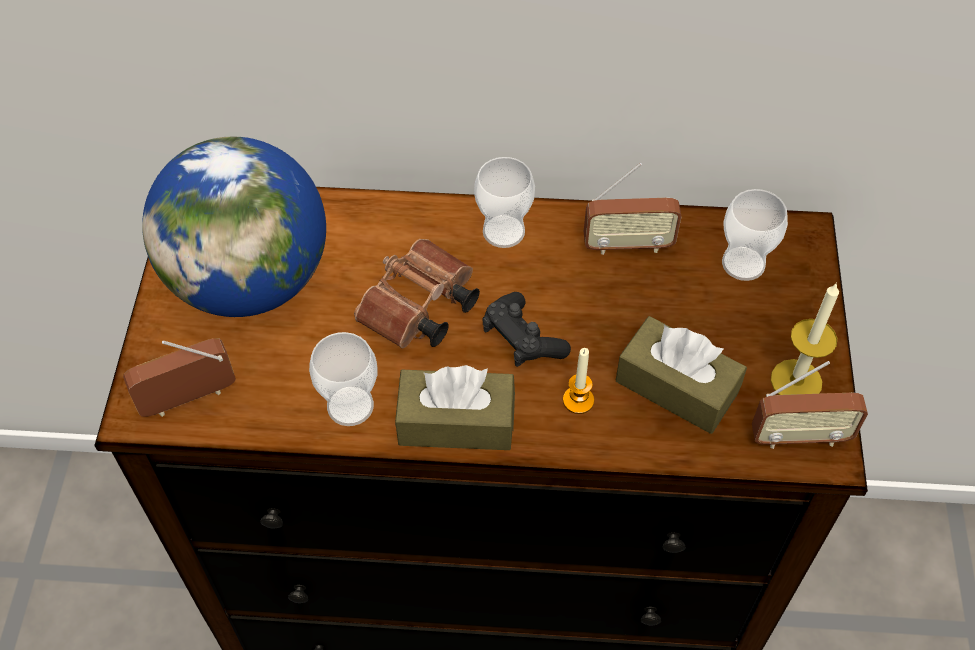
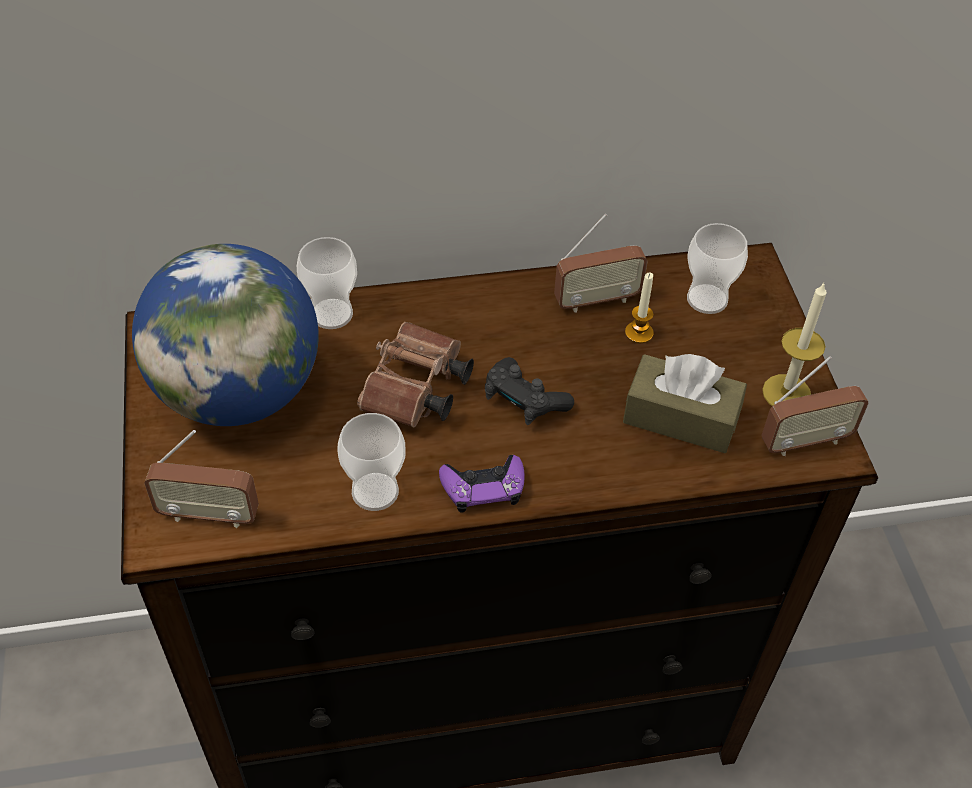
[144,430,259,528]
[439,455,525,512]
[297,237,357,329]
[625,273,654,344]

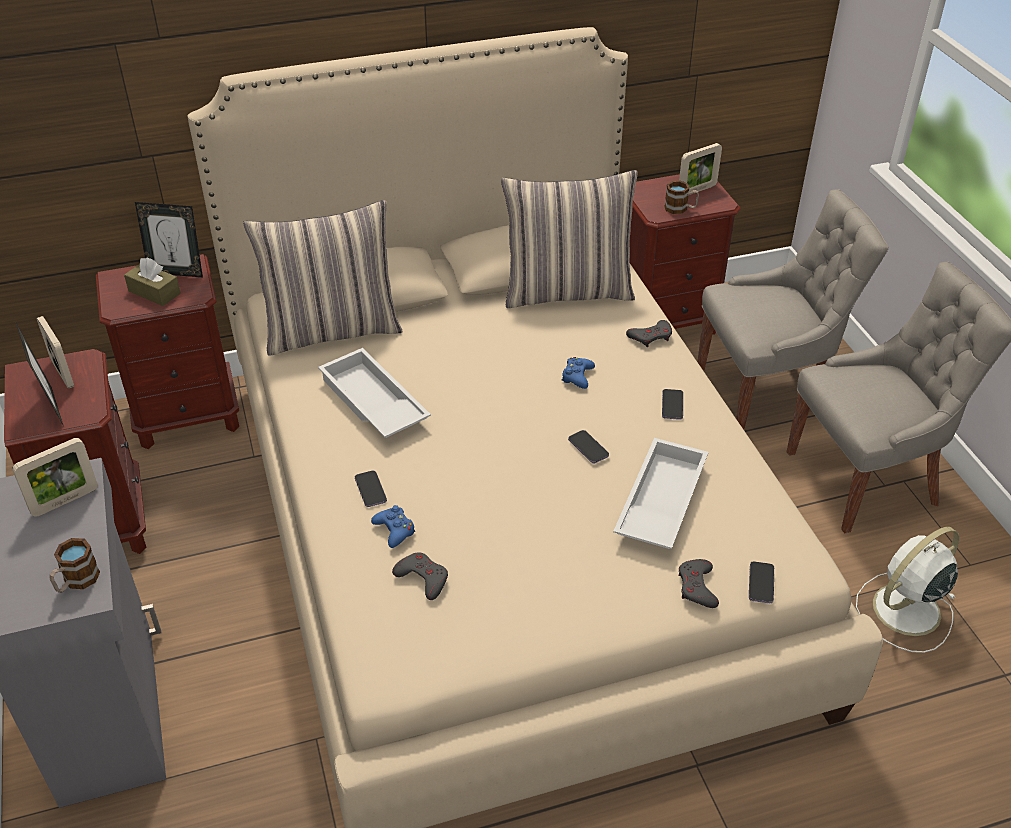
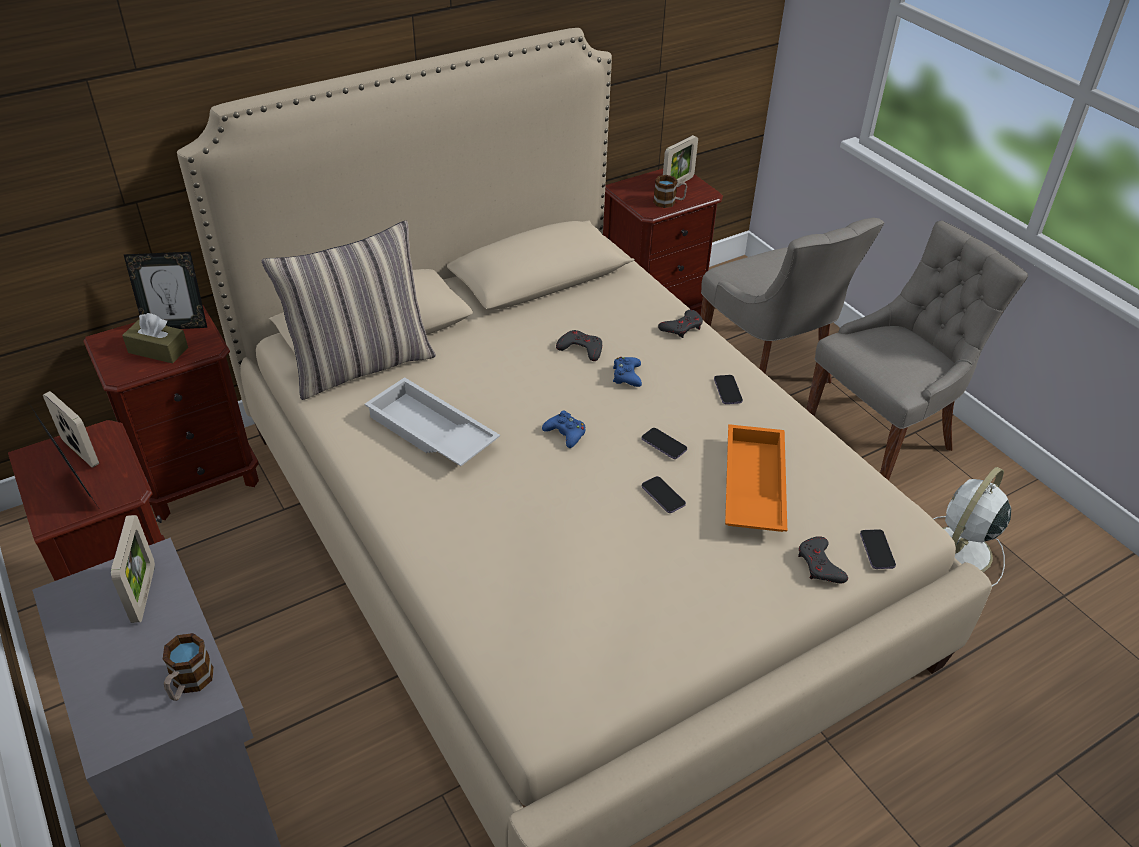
[111,515,155,623]
[642,476,686,513]
[542,410,586,448]
[556,330,602,361]
[501,170,637,308] (first image)
[725,424,787,532]
[700,218,884,383]

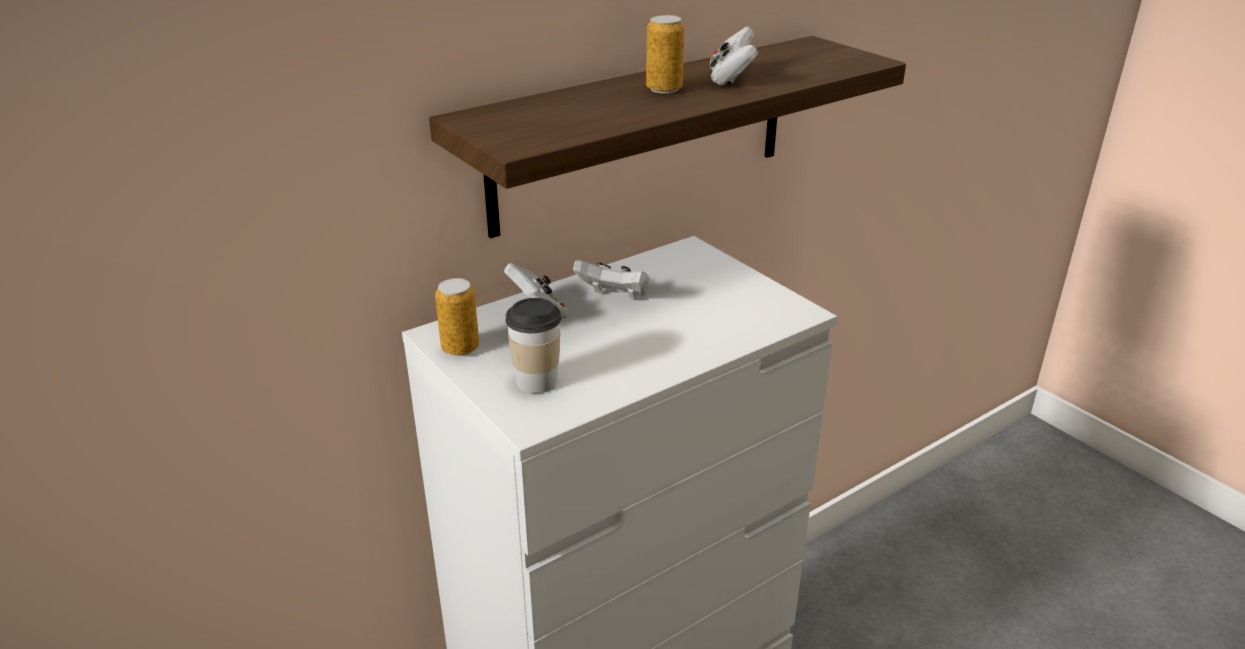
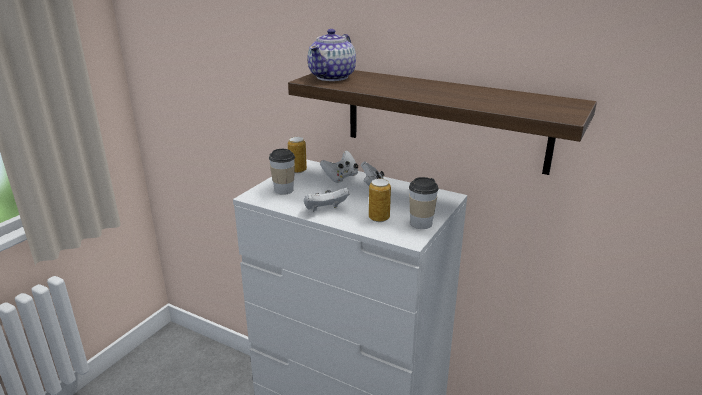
[369,178,391,222]
[304,188,350,212]
[307,29,356,81]
[409,177,439,229]

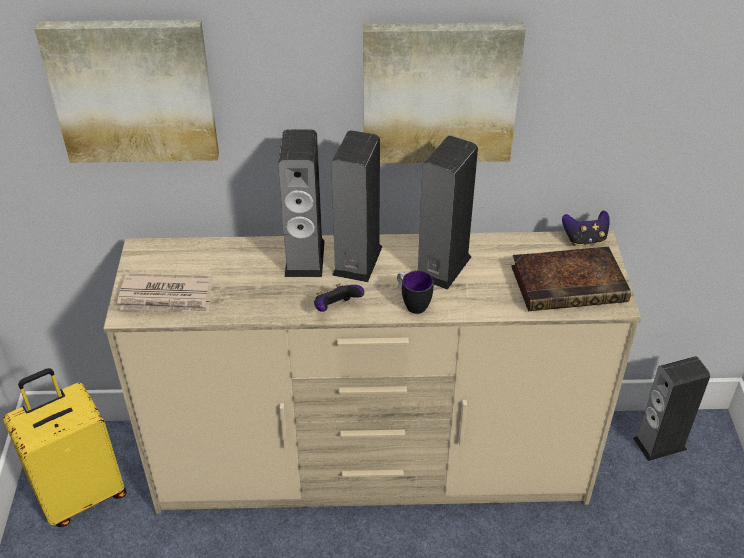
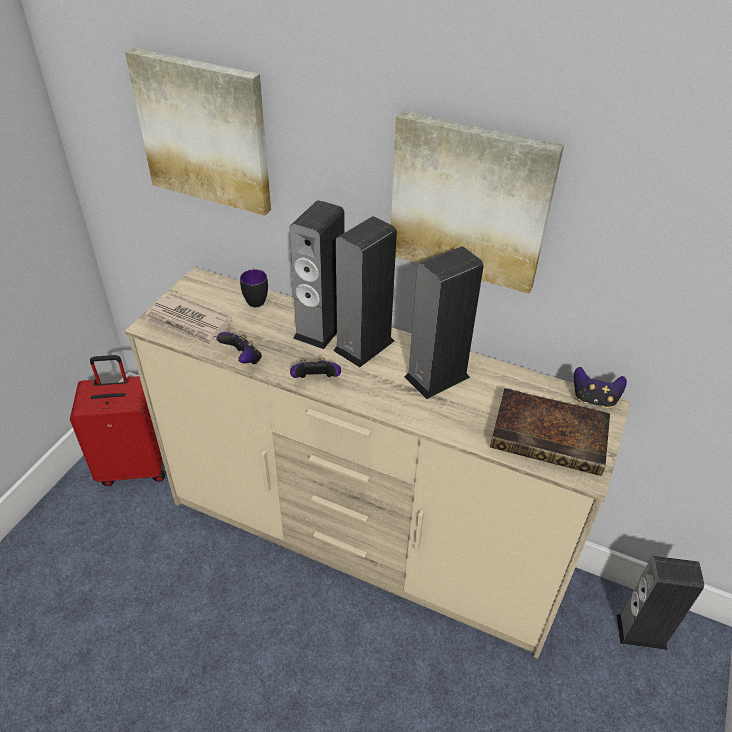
[70,355,165,486]
[240,269,268,307]
[217,332,262,364]

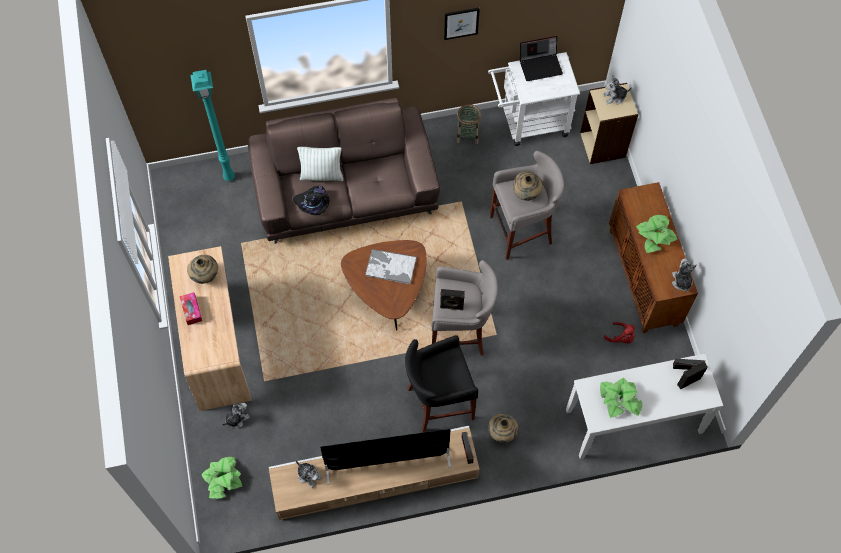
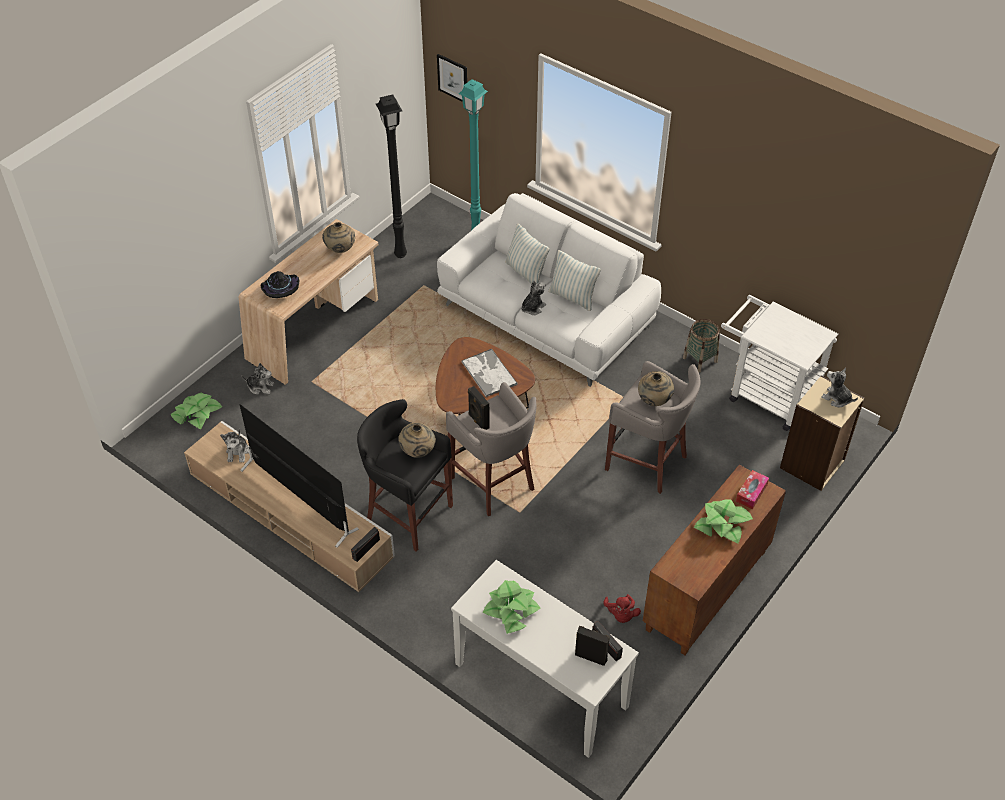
[736,470,769,509]
[437,193,661,387]
[261,271,299,298]
[437,54,467,102]
[398,423,436,458]
[520,36,563,81] (first image)
[521,281,546,315]
[376,95,407,258]
[548,250,601,311]

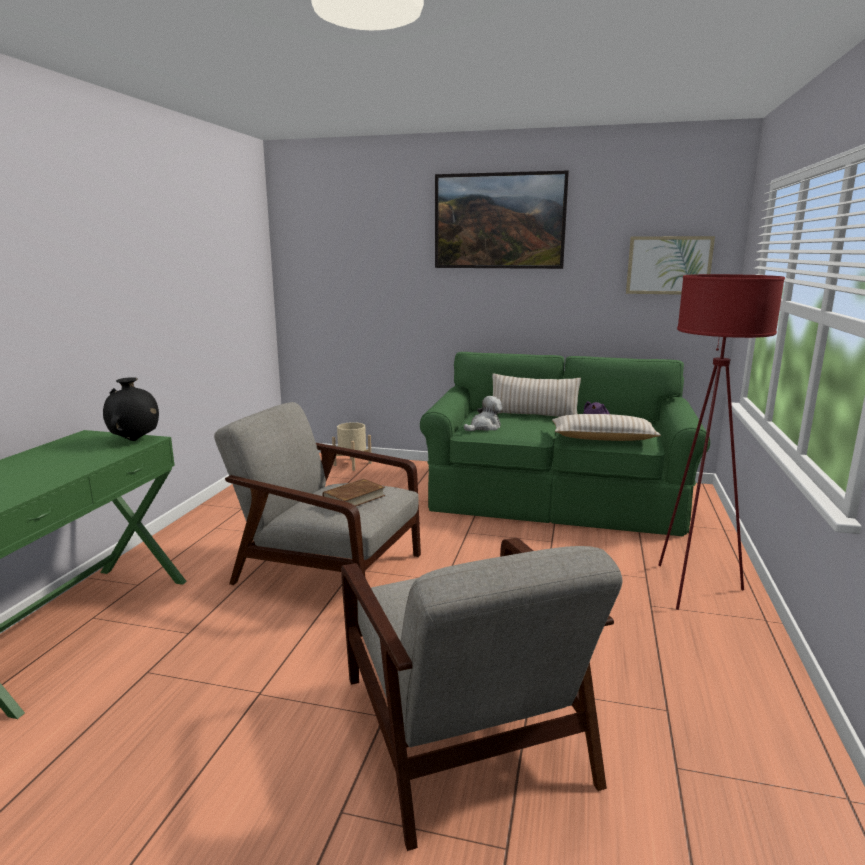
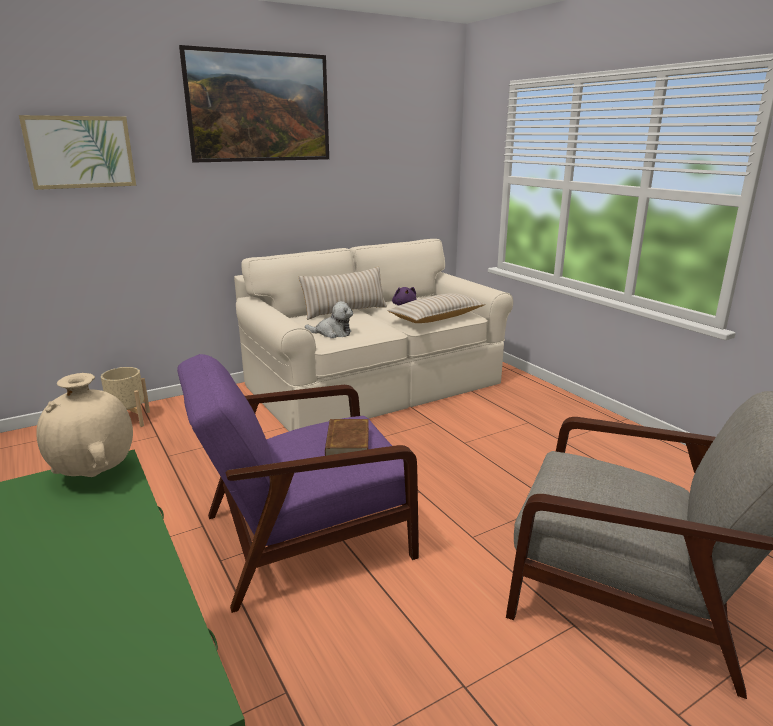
[36,373,133,477]
[177,354,419,613]
[234,239,513,431]
[305,301,353,338]
[19,115,136,190]
[659,274,785,610] (first image)

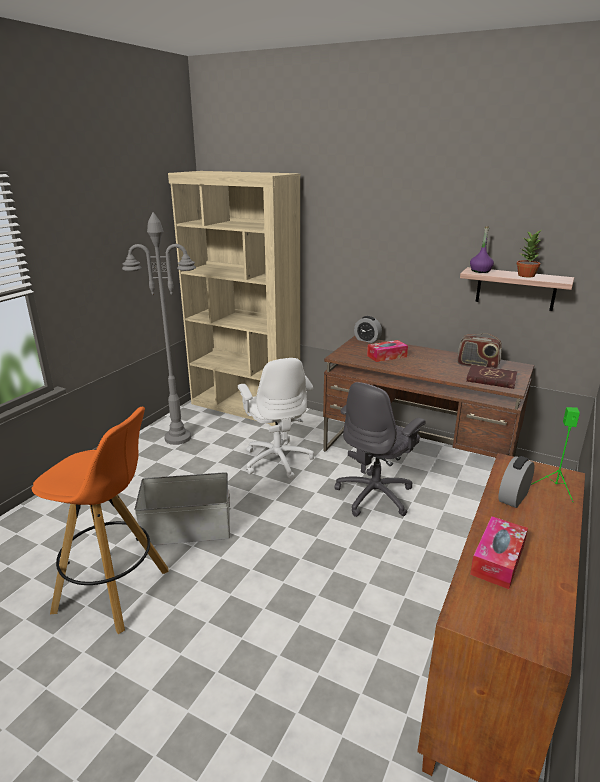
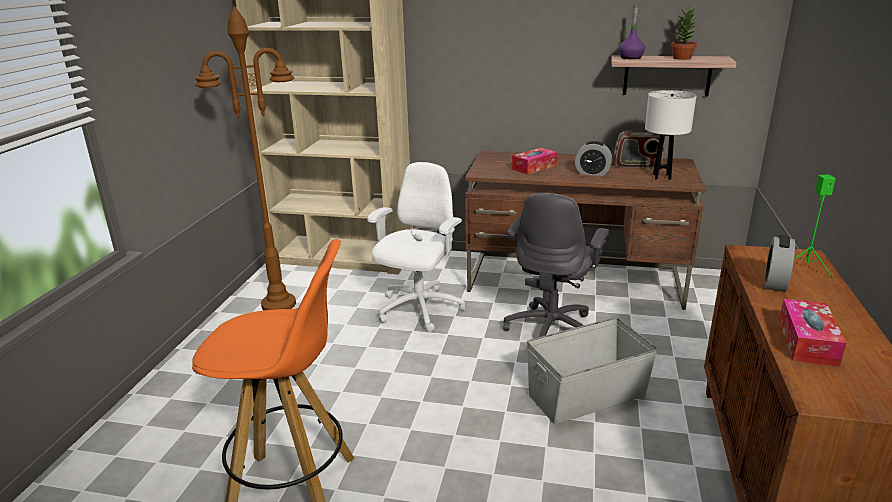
[195,6,296,311]
[527,318,658,424]
[367,162,465,332]
[575,141,612,176]
[645,90,696,180]

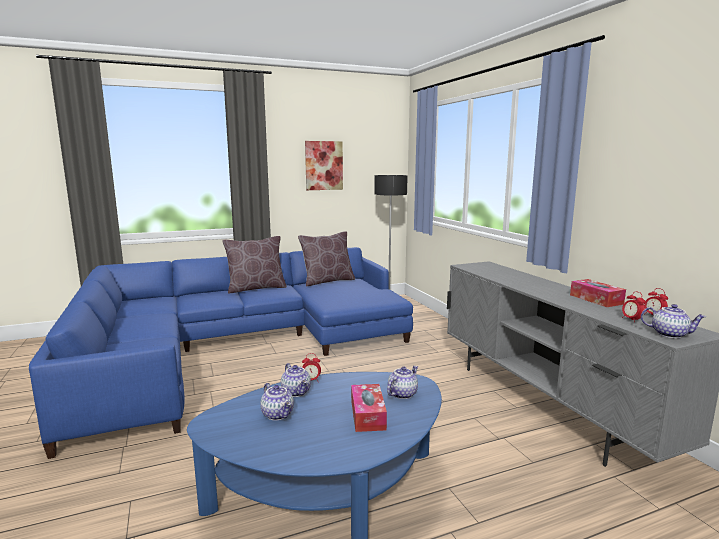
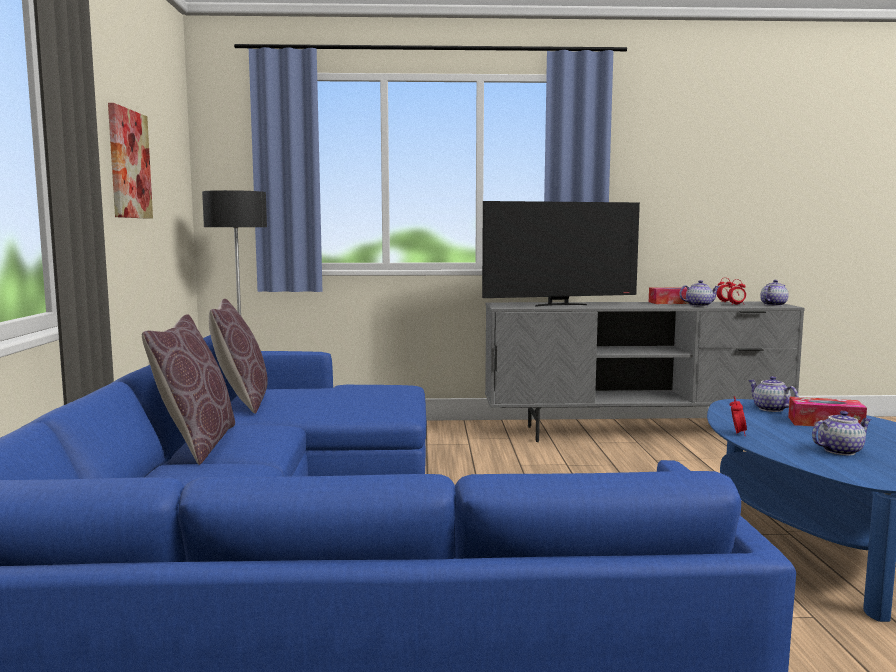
[679,280,719,307]
[482,201,640,307]

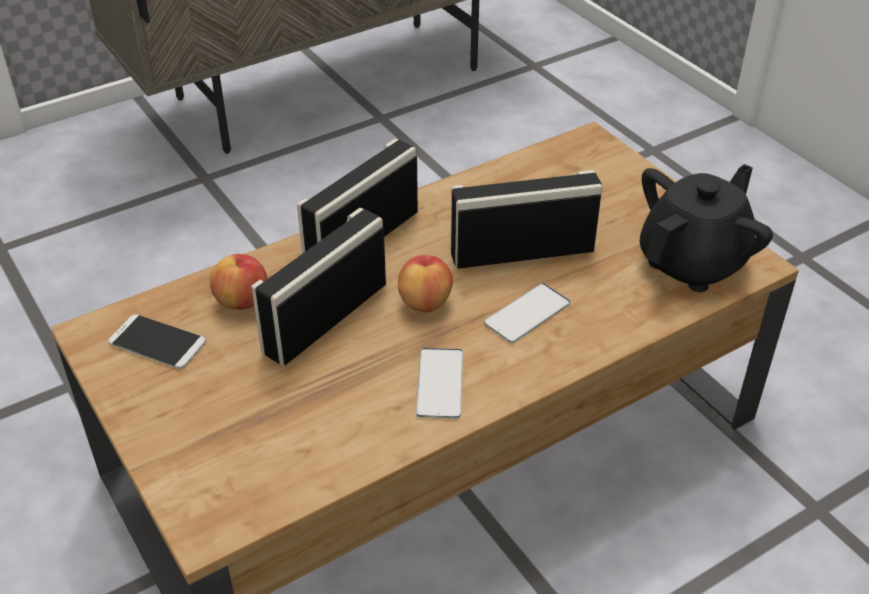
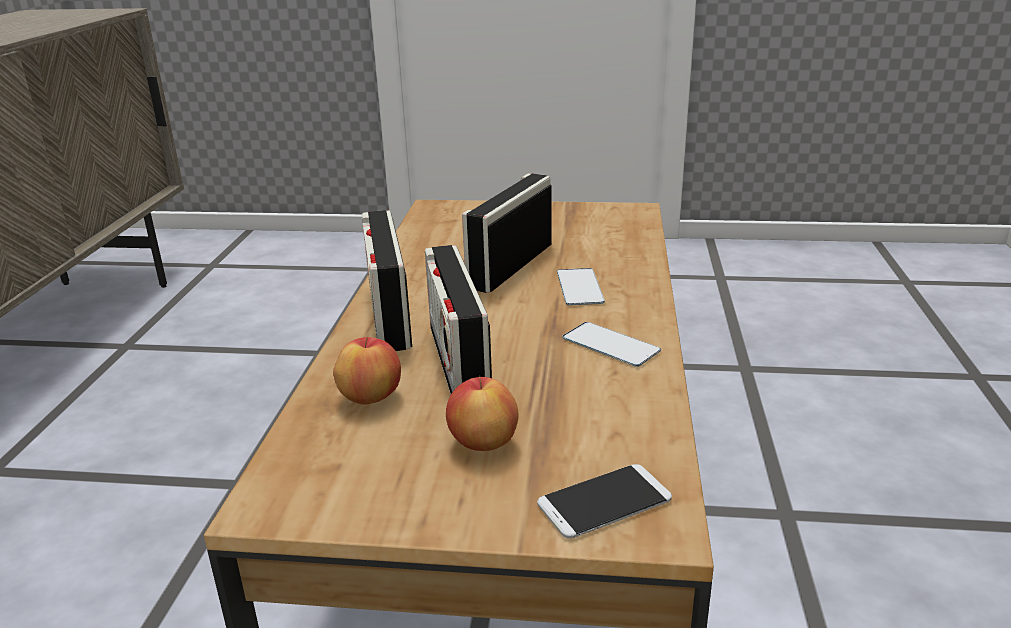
[537,464,672,539]
[446,376,518,451]
[640,164,773,292] (first image)

